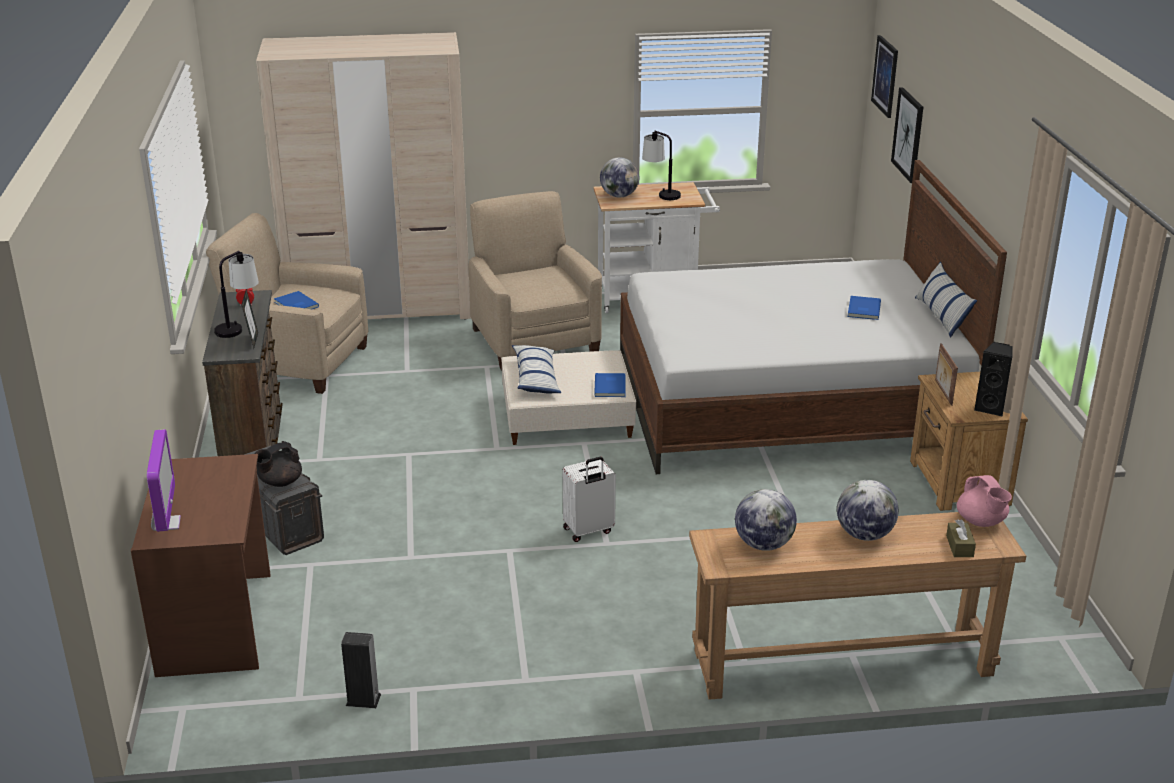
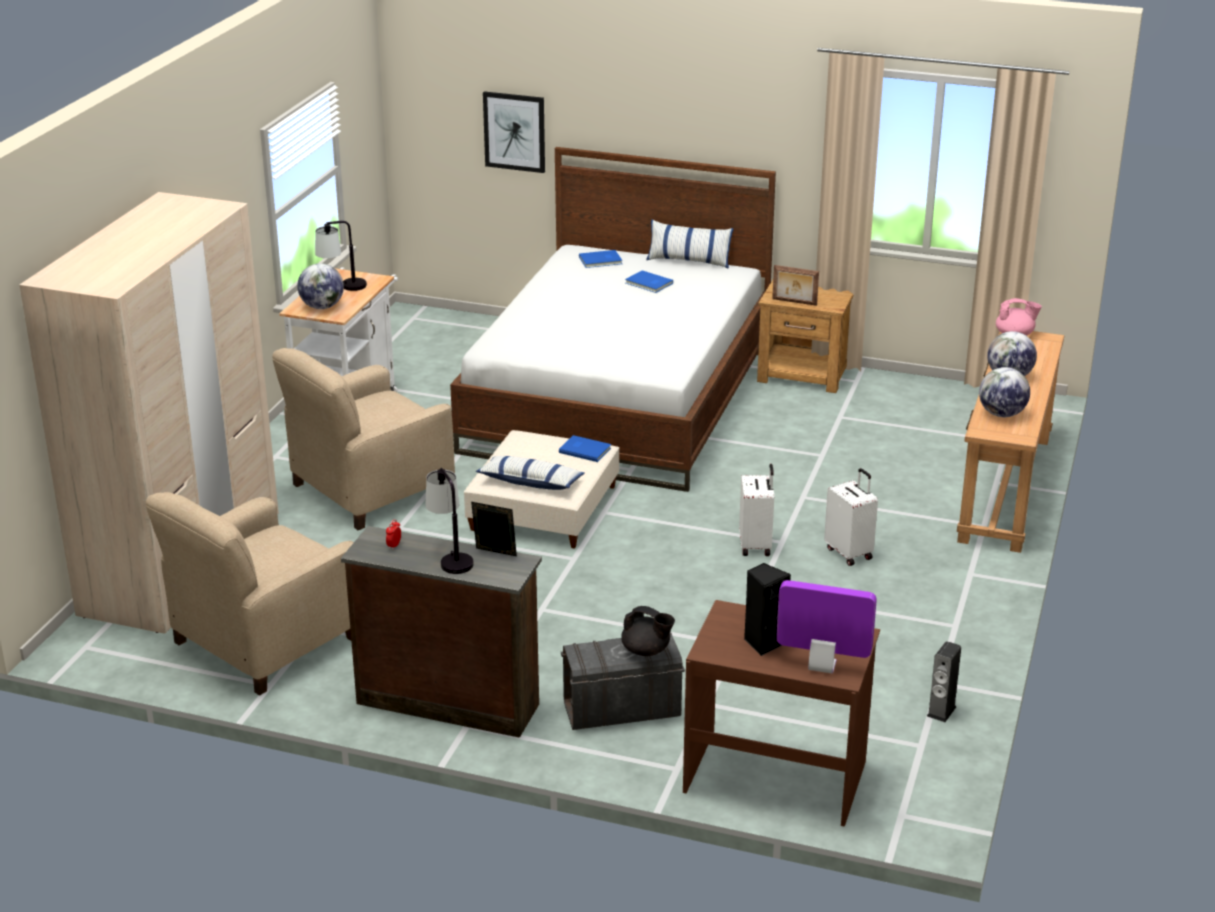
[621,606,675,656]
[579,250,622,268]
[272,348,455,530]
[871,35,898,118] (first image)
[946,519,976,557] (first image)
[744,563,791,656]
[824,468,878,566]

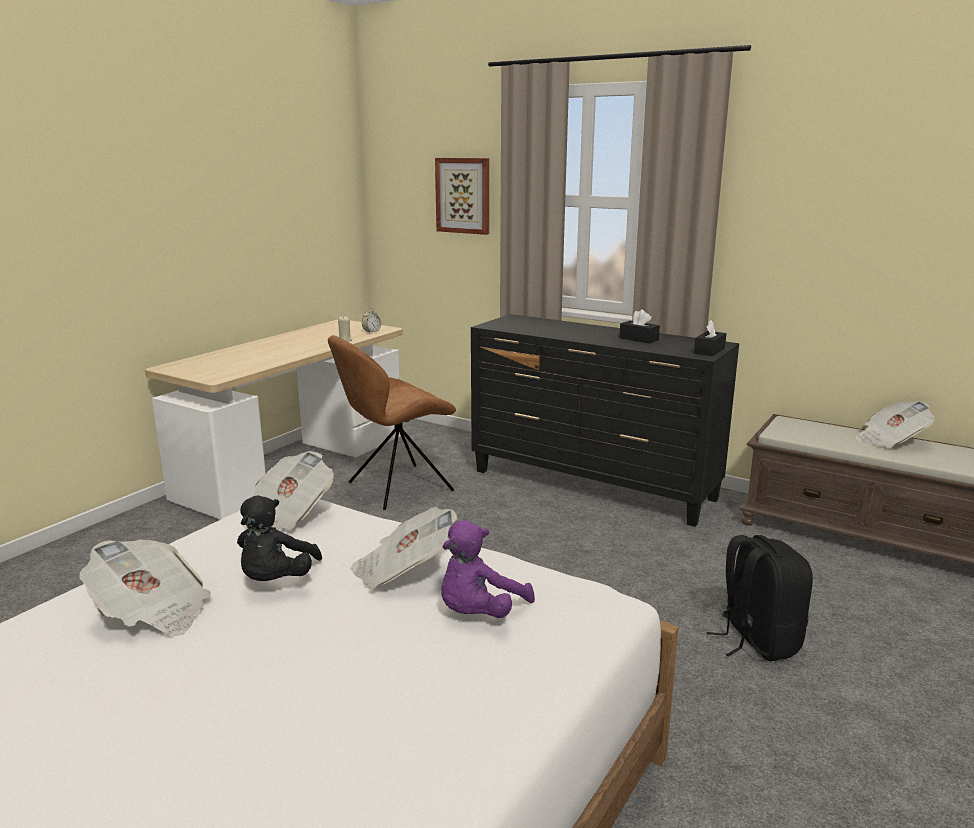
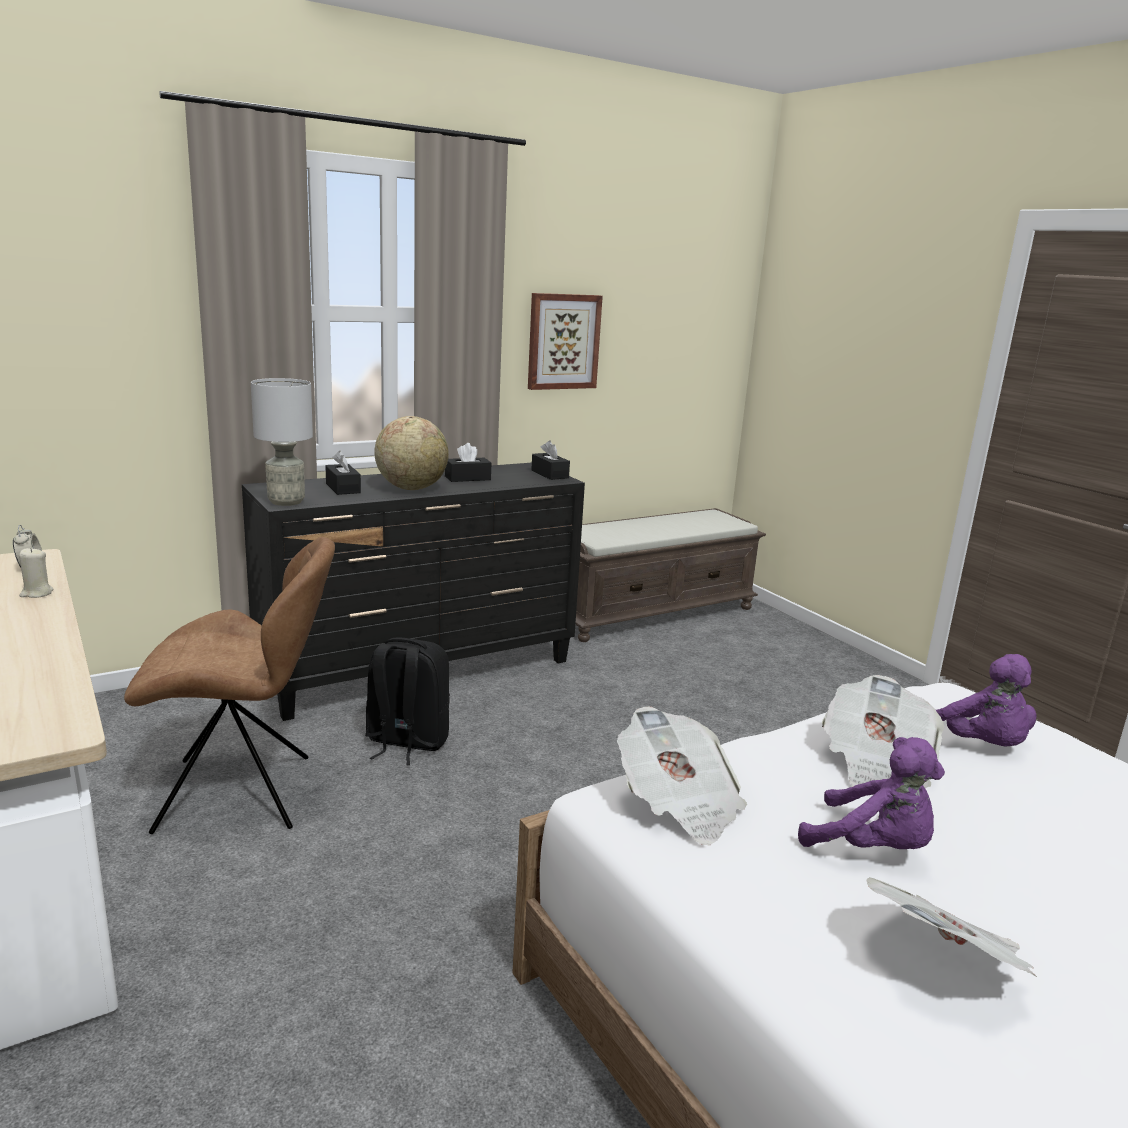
[798,737,945,849]
[124,537,335,834]
[528,293,603,390]
[365,638,450,765]
[855,401,935,447] (first image)
[251,378,313,506]
[326,451,361,495]
[374,416,449,490]

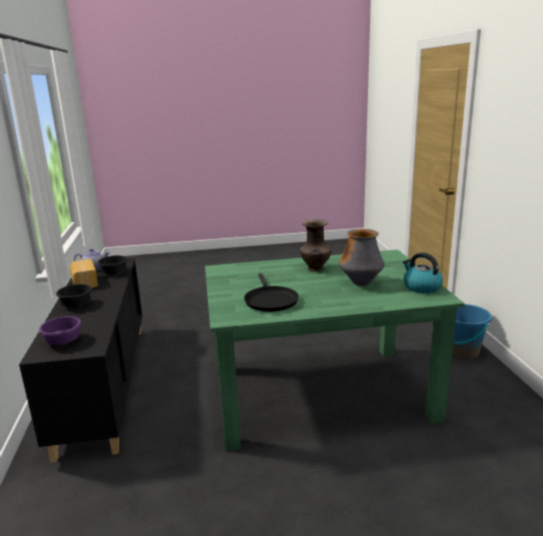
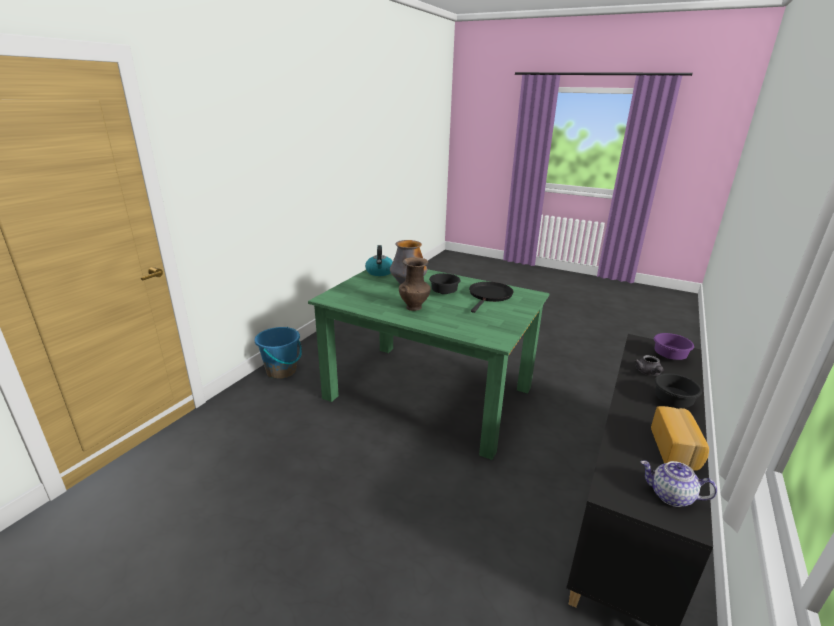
[429,273,460,294]
[635,355,664,376]

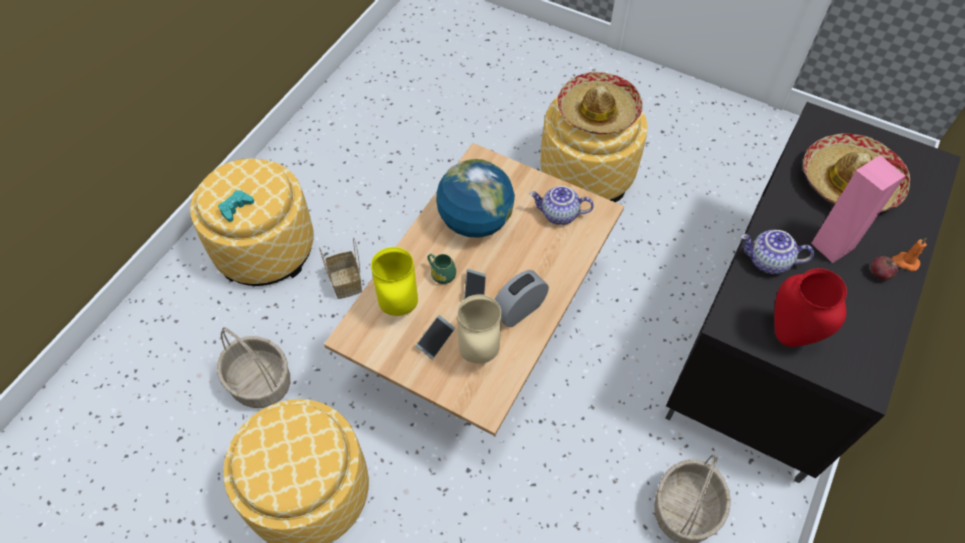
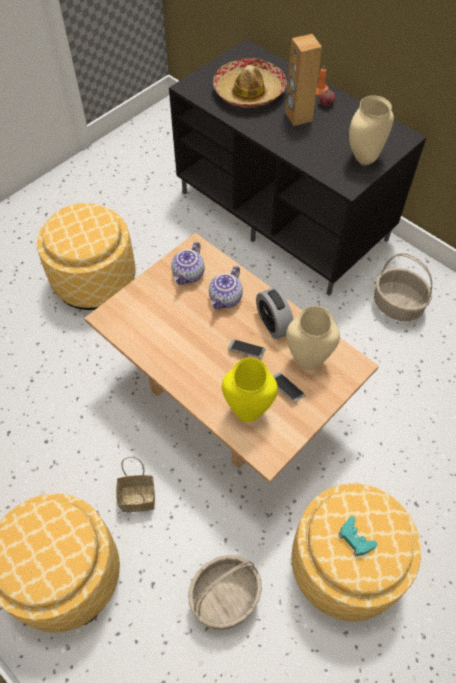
[338,516,377,556]
[428,254,456,284] (first image)
[436,159,515,238] (first image)
[557,72,643,134] (first image)
[209,266,243,309]
[349,95,394,165]
[285,34,322,126]

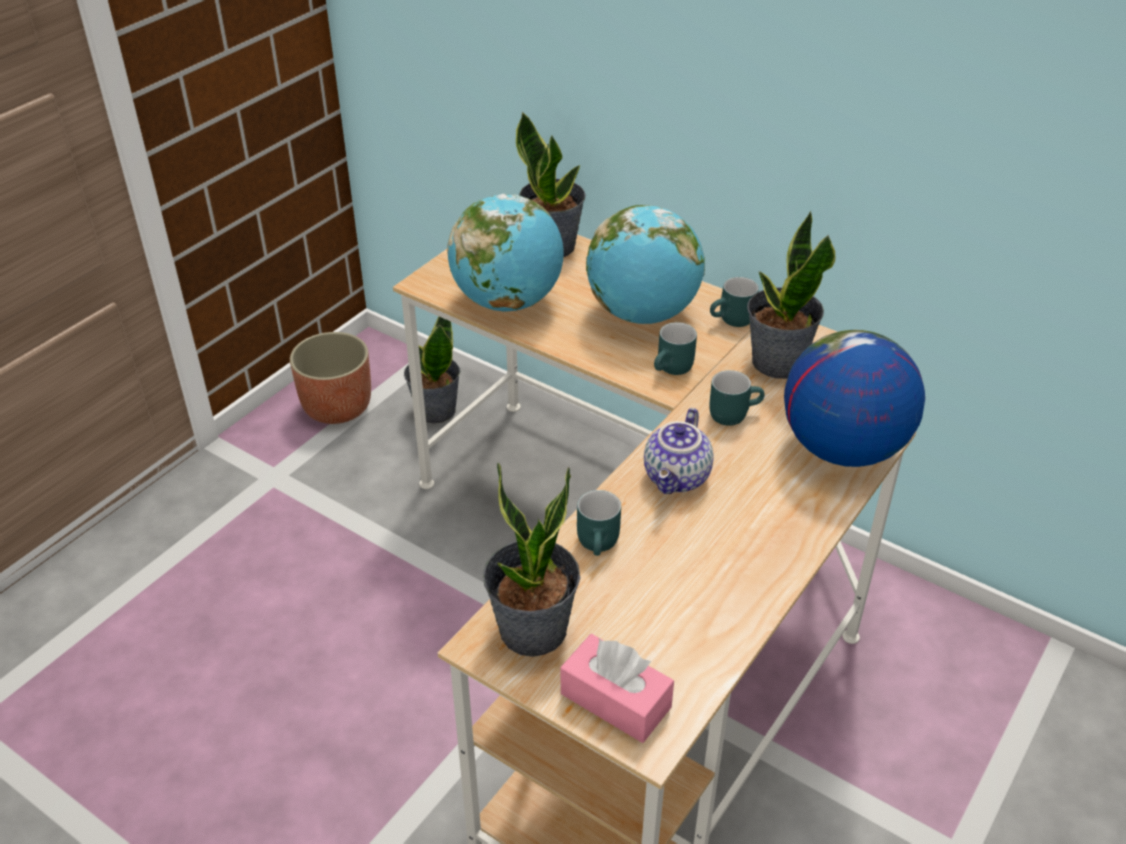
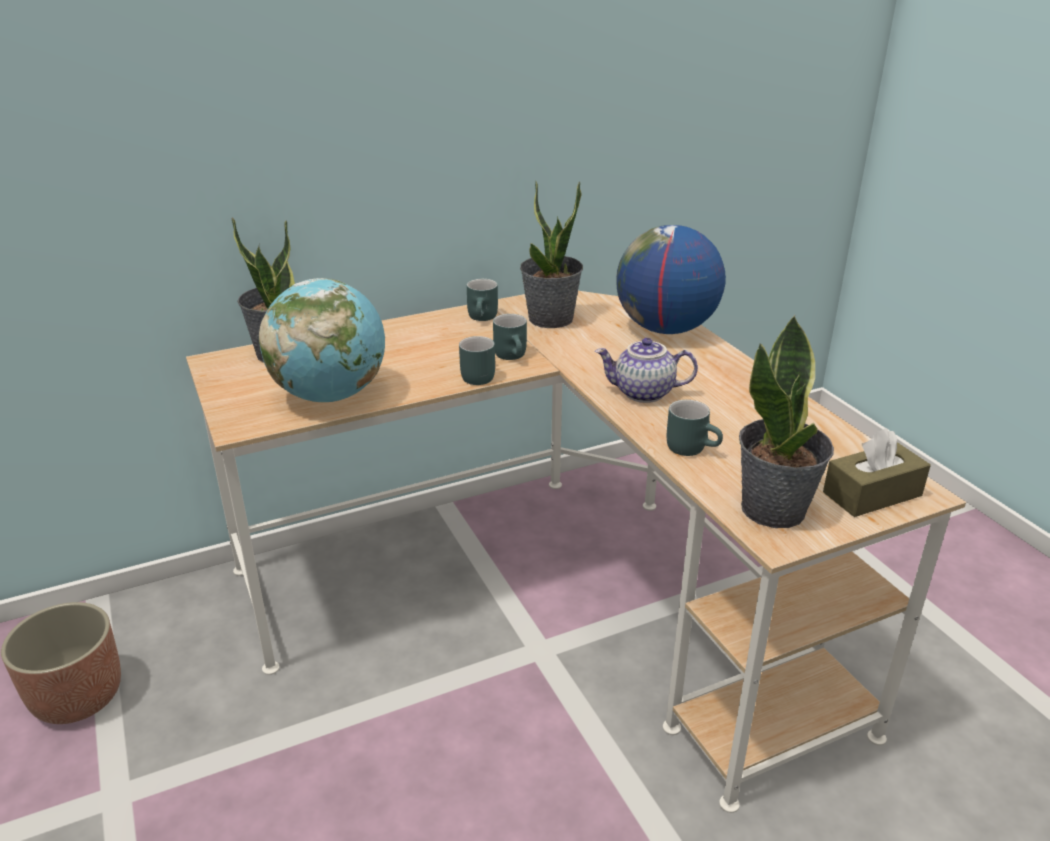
[404,317,460,424] (first image)
[823,428,931,517]
[586,205,705,324] (first image)
[595,338,698,403]
[459,336,495,385]

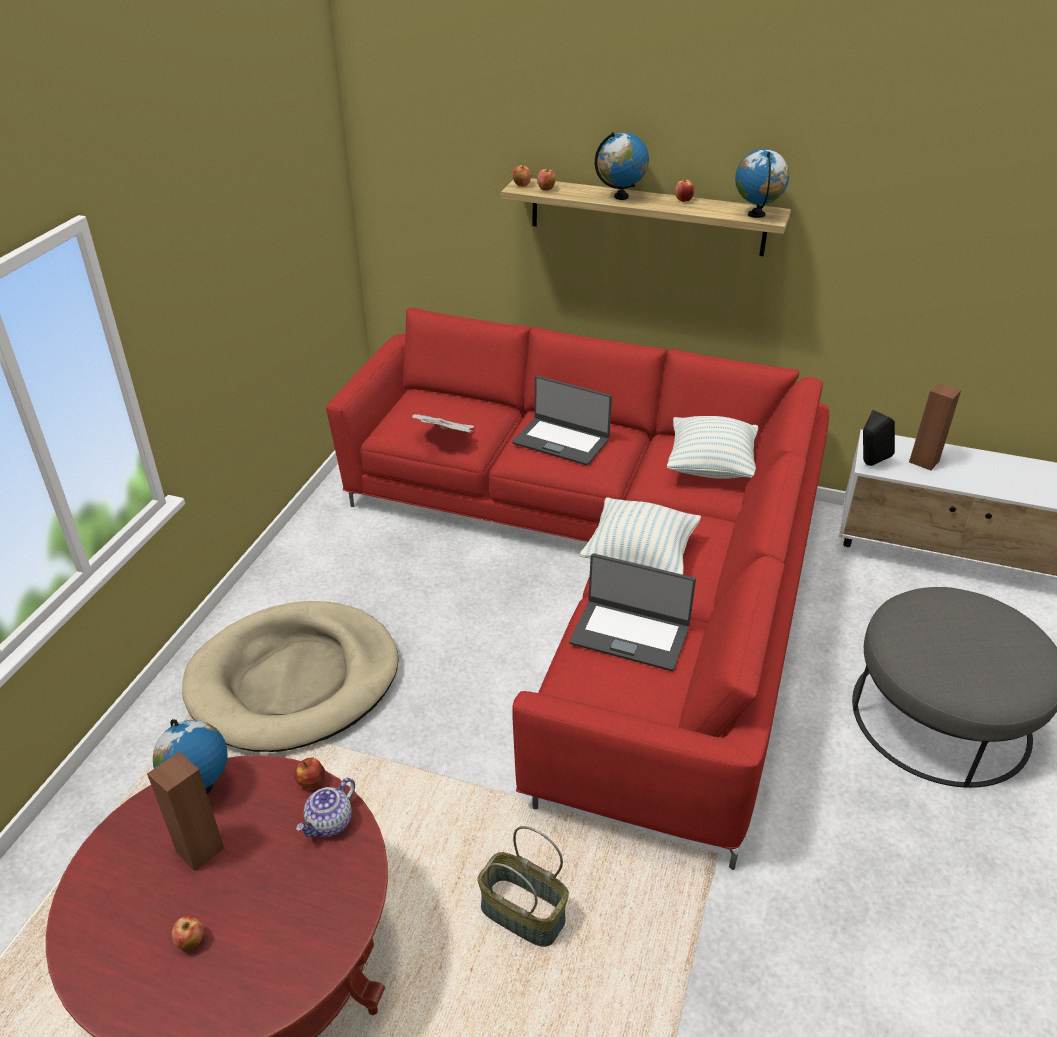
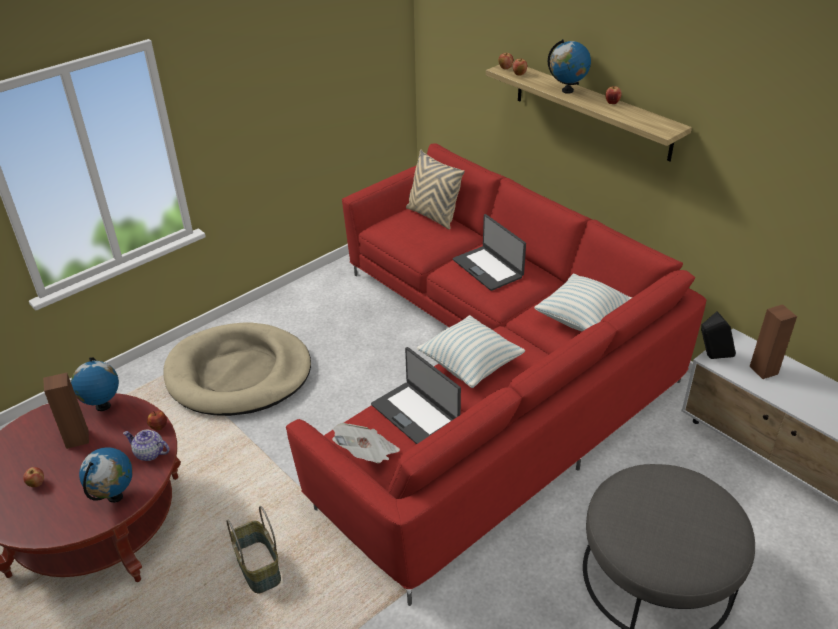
[123,430,170,461]
[332,423,400,463]
[79,447,133,503]
[406,150,465,230]

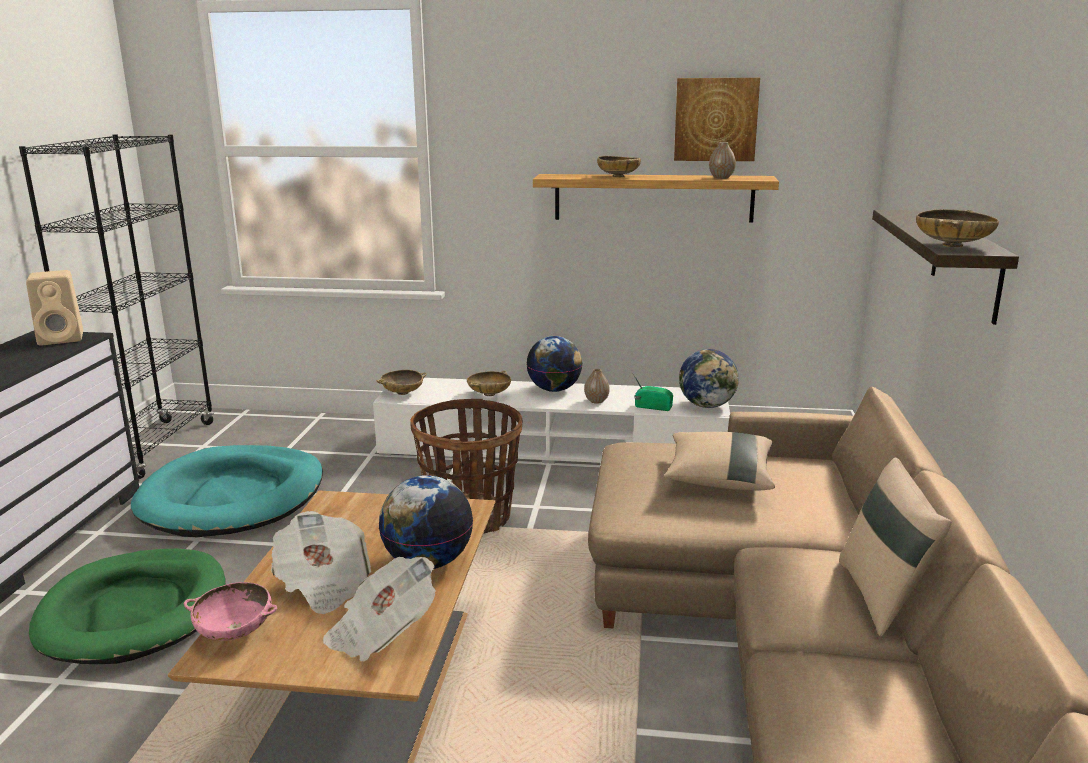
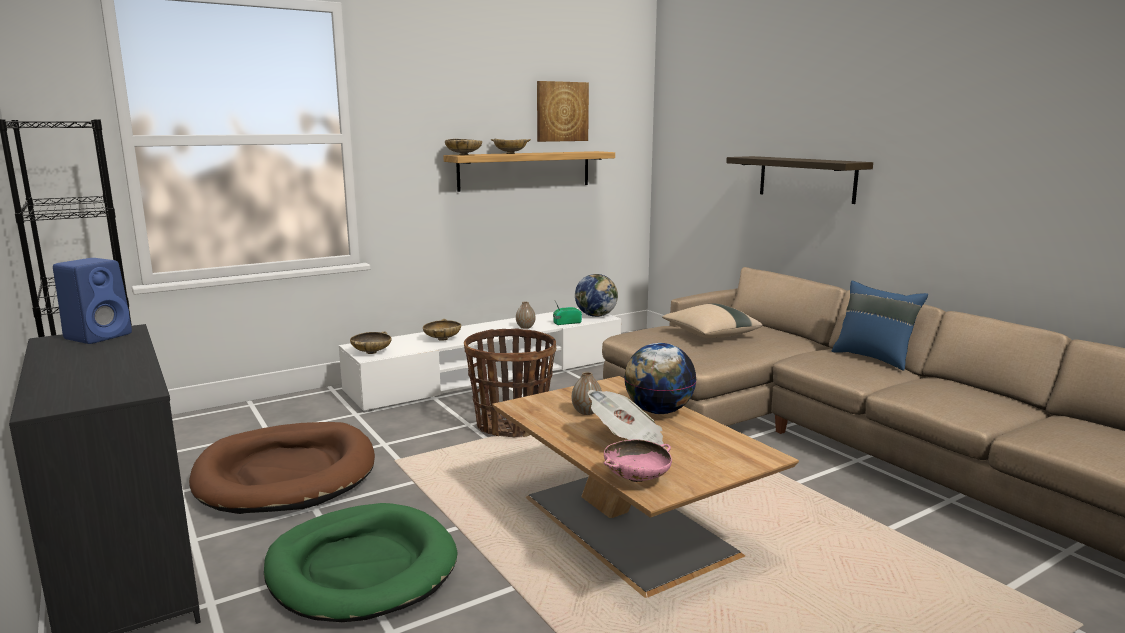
[53,258,132,344]
[189,422,375,514]
[323,557,436,662] (first image)
[527,336,582,392] (first image)
[572,372,602,415]
[832,280,928,371]
[445,139,482,155]

